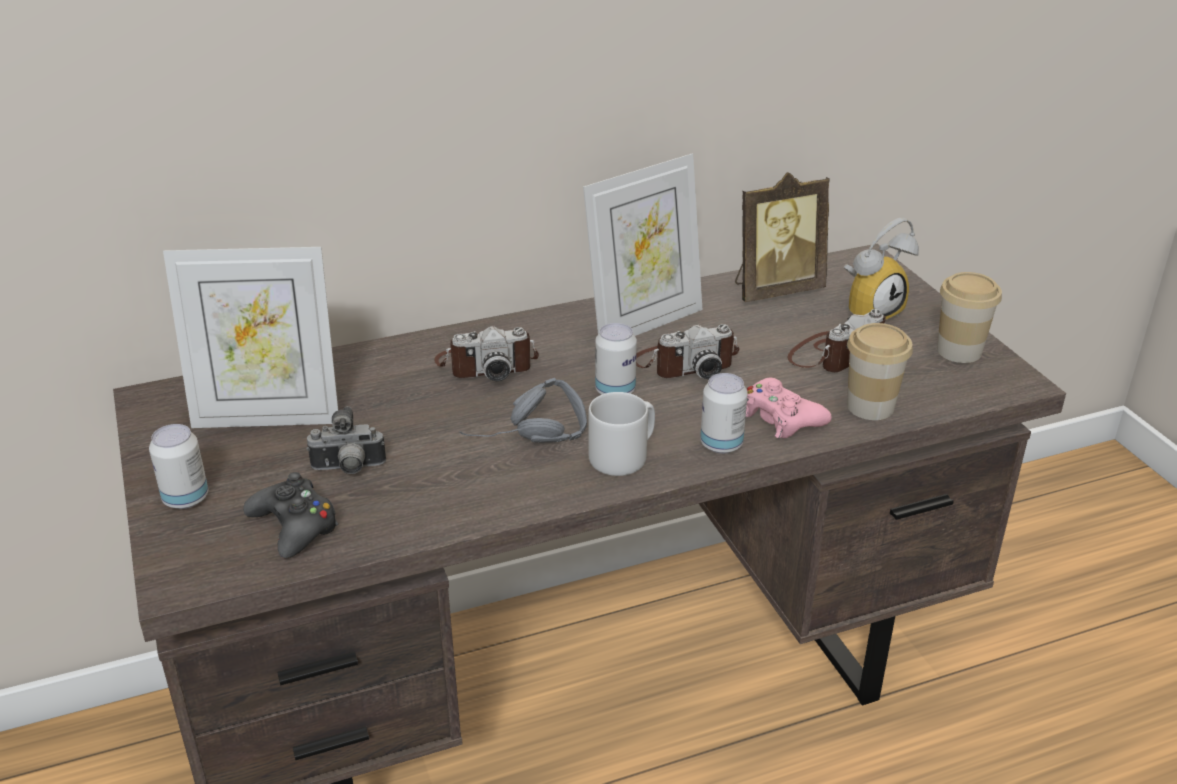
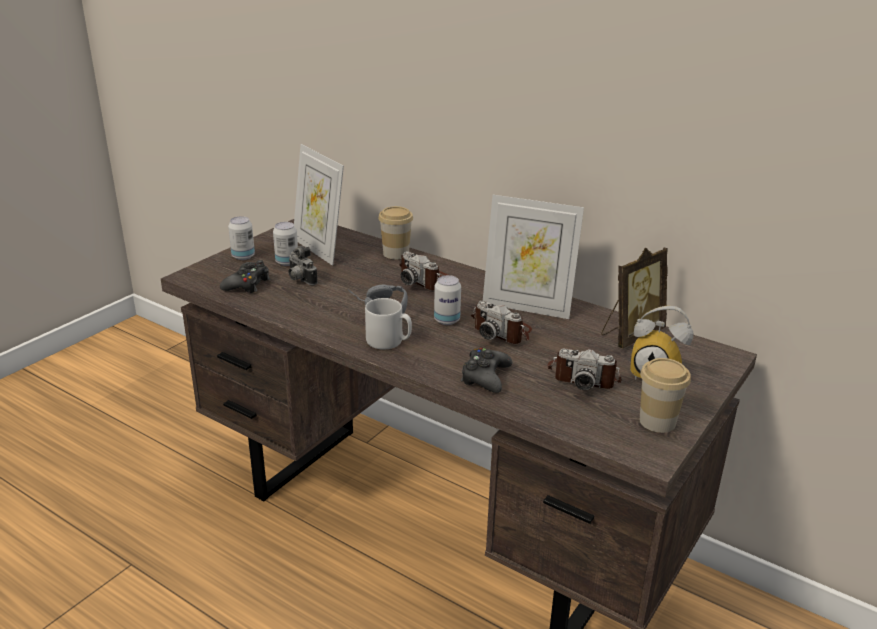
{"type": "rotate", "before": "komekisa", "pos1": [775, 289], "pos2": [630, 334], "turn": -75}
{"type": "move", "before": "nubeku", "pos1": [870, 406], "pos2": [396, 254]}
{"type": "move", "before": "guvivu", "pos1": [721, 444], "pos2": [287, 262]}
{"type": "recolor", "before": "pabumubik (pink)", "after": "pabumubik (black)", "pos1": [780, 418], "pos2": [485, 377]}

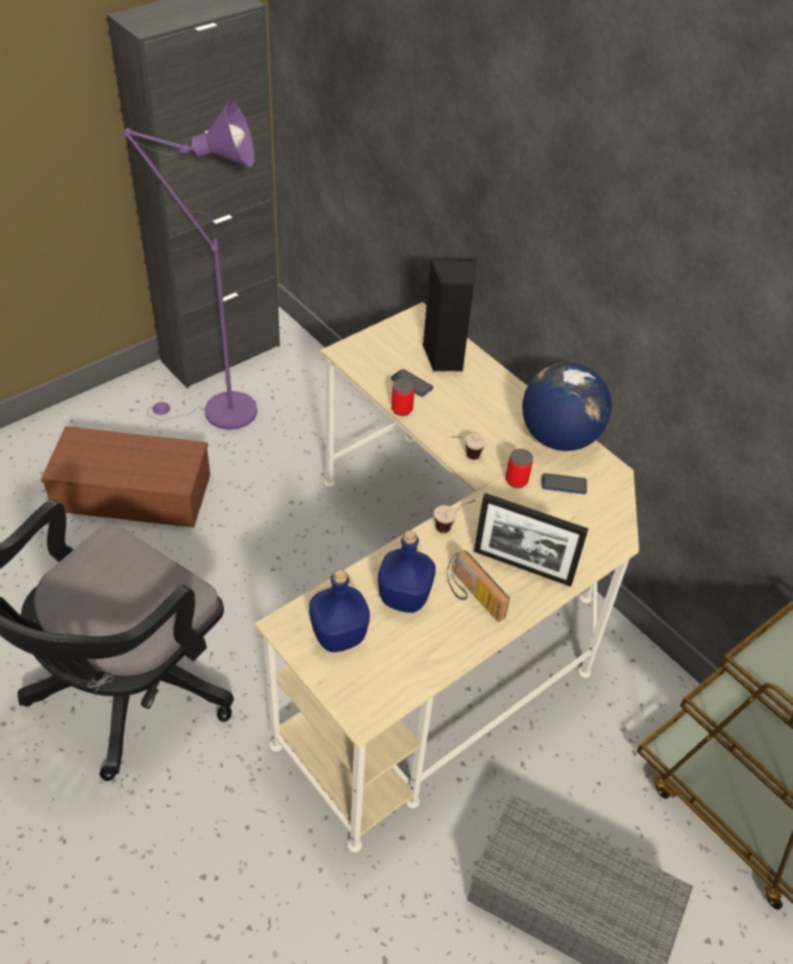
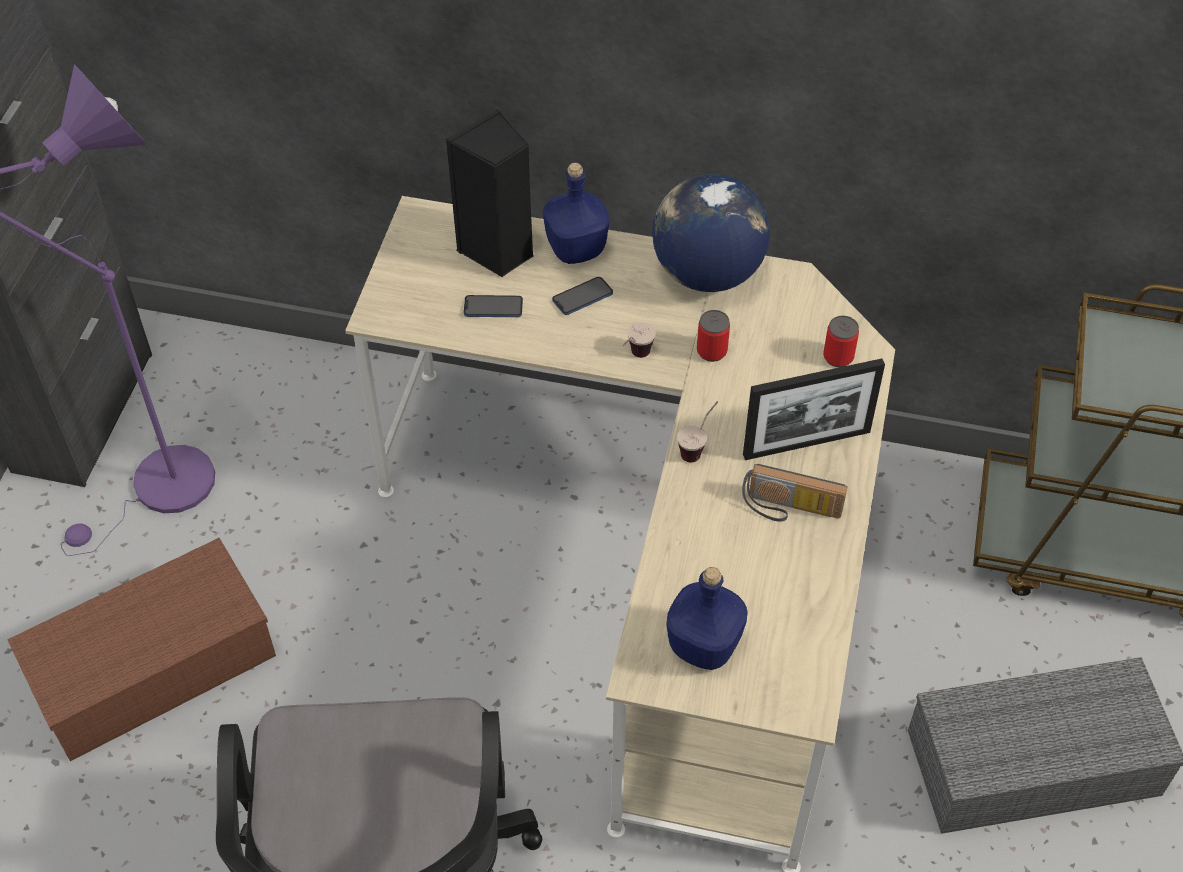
{"type": "move", "before": "guvivu", "pos1": [402, 409], "pos2": [838, 357]}
{"type": "move", "before": "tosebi", "pos1": [563, 485], "pos2": [582, 297]}
{"type": "move", "before": "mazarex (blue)", "pos1": [404, 596], "pos2": [575, 248]}

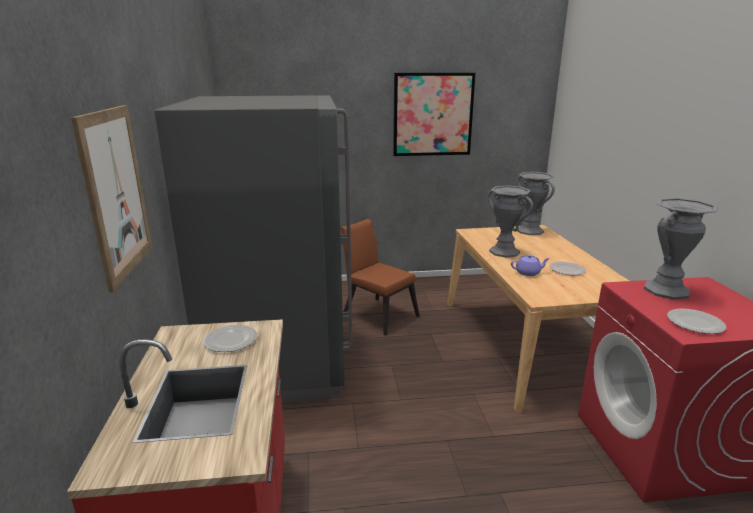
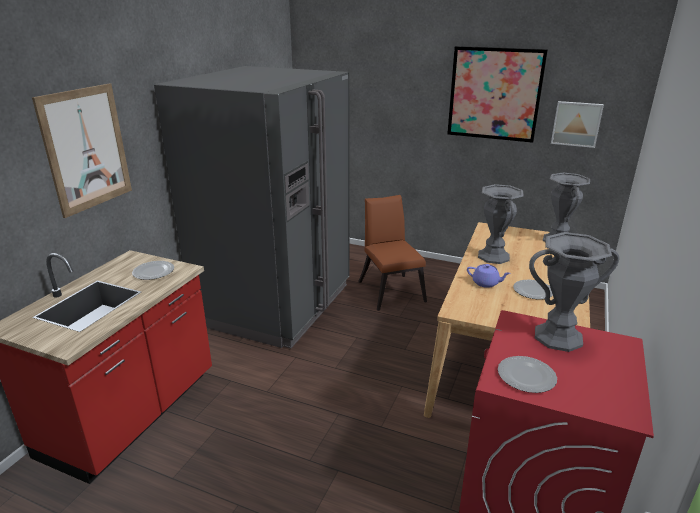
{"type": "insert", "after": "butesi", "pos2": [576, 123]}

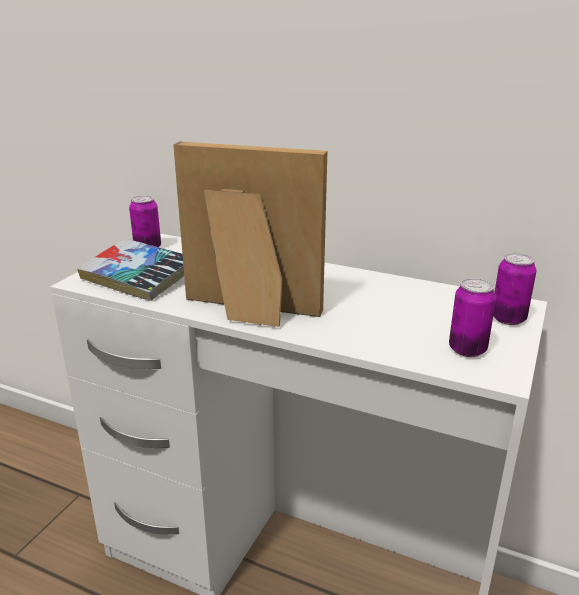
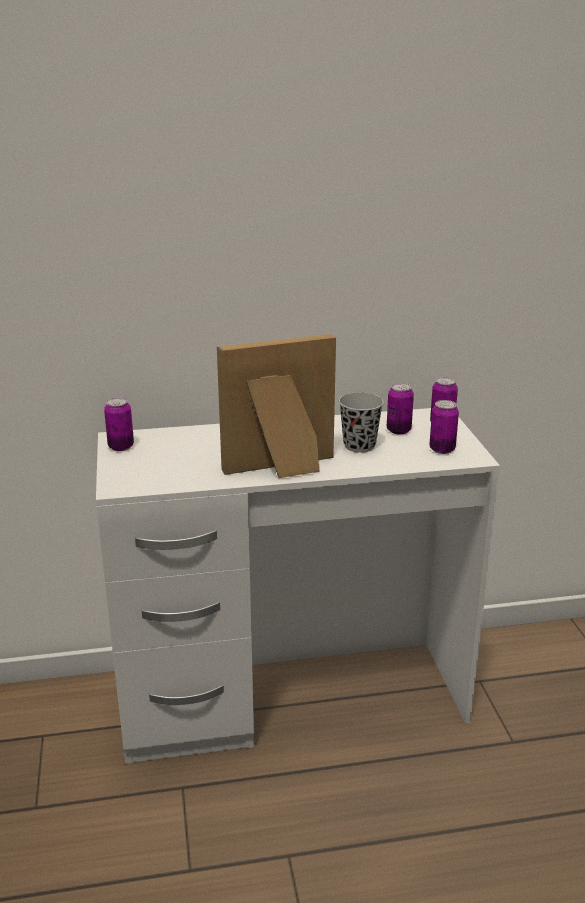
{"type": "delete", "before": "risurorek", "pos1": [138, 278]}
{"type": "insert", "after": "guvivu", "pos2": [398, 430]}
{"type": "insert", "after": "nubeku (black)", "pos2": [359, 446]}

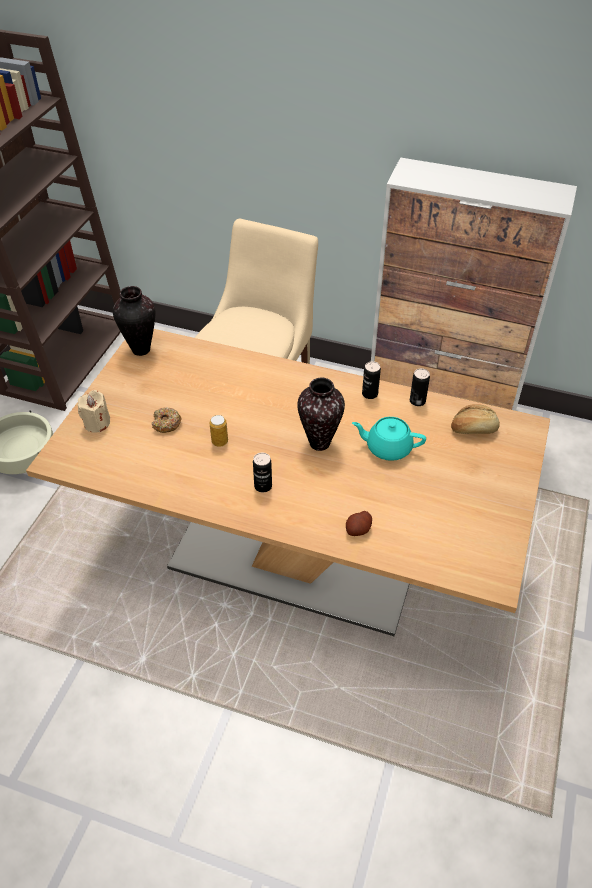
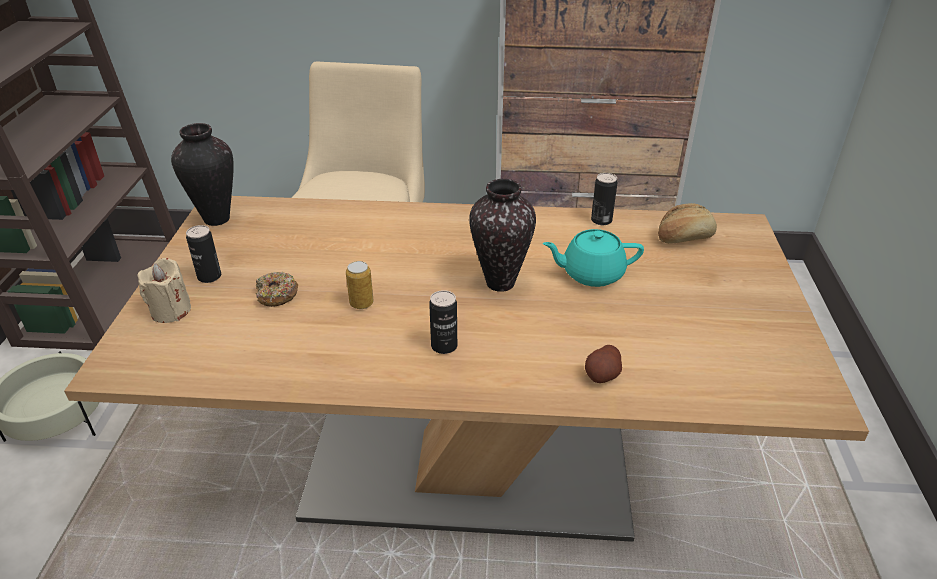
{"type": "move", "before": "guvivu", "pos1": [370, 394], "pos2": [209, 276]}

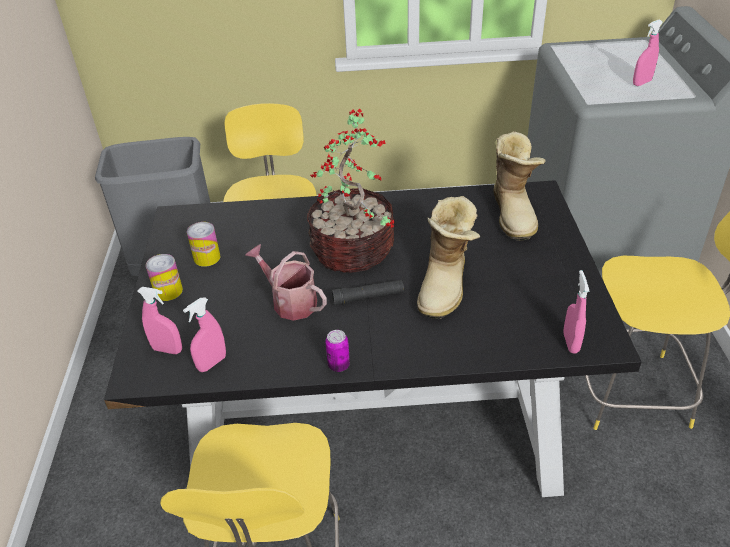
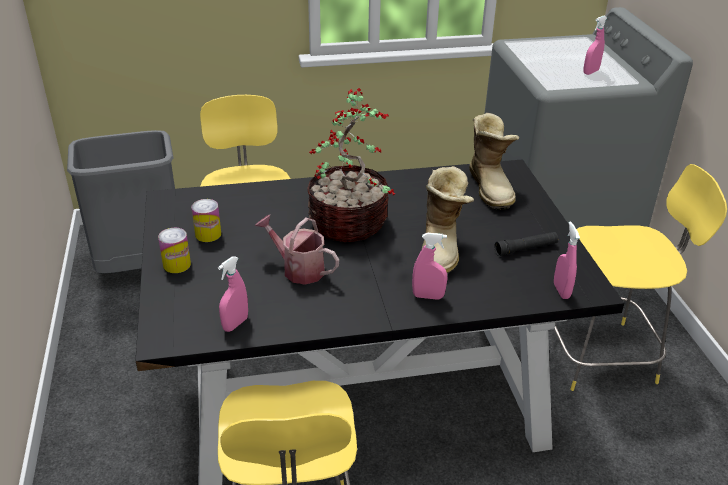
{"type": "move", "before": "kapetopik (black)", "pos1": [368, 297], "pos2": [526, 249]}
{"type": "move", "before": "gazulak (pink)", "pos1": [167, 349], "pos2": [428, 296]}
{"type": "delete", "before": "guvivu", "pos1": [339, 365]}

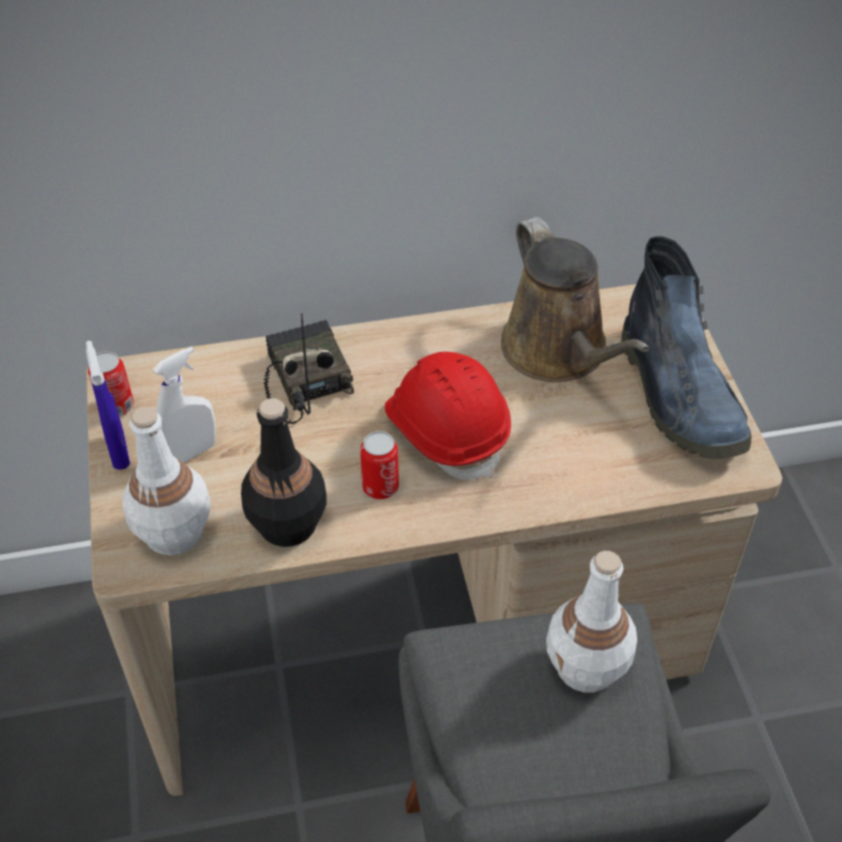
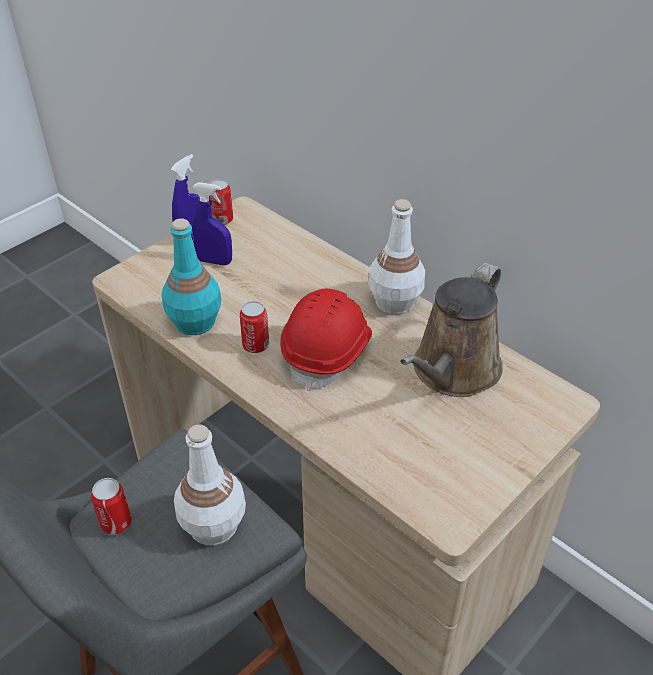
{"type": "delete", "before": "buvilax", "pos1": [681, 396]}
{"type": "delete", "before": "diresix", "pos1": [304, 380]}
{"type": "recolor", "before": "gazulak (white)", "after": "gazulak (blue)", "pos1": [192, 452], "pos2": [214, 261]}
{"type": "recolor", "before": "mazarex (black)", "after": "mazarex (turquoise)", "pos1": [286, 524], "pos2": [194, 322]}
{"type": "move", "before": "mazarex (white)", "pos1": [172, 532], "pos2": [394, 301]}
{"type": "insert", "after": "guvivu", "pos2": [116, 523]}

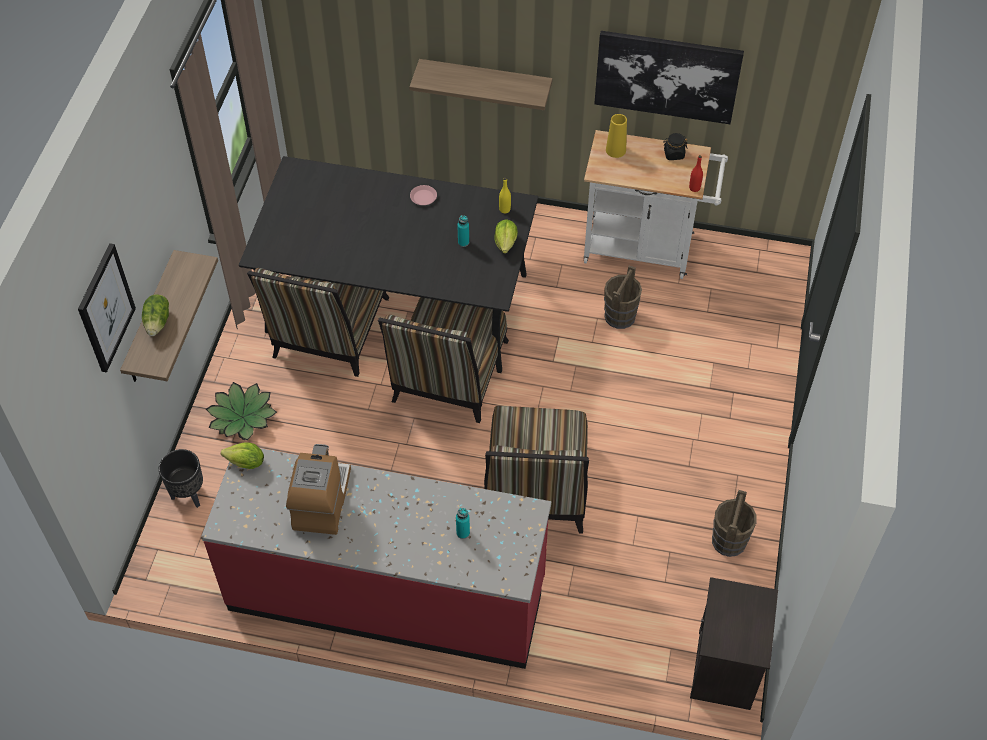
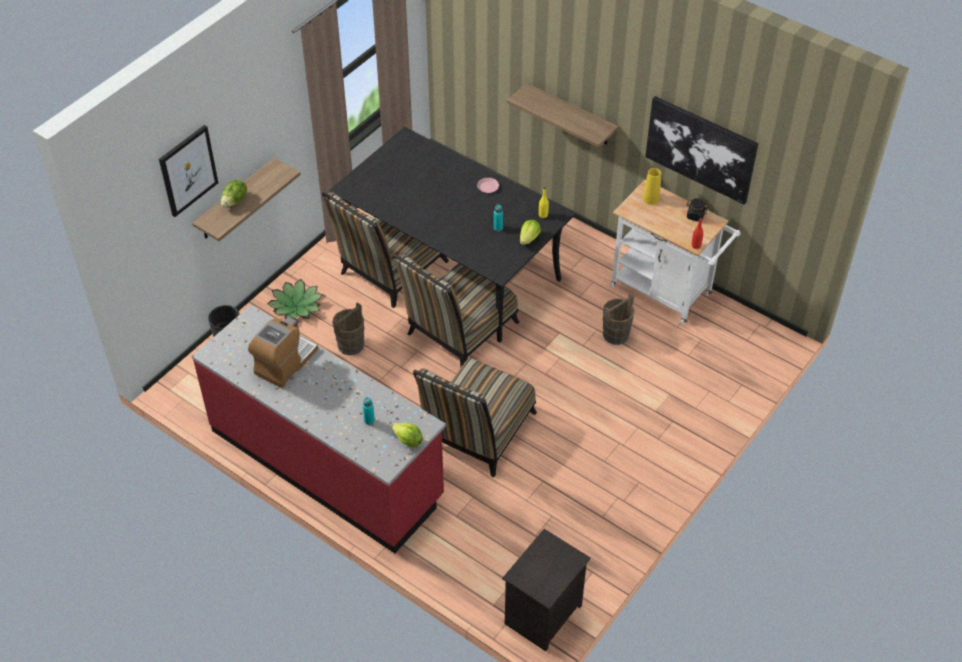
{"type": "move", "before": "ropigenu", "pos1": [246, 463], "pos2": [408, 441]}
{"type": "move", "before": "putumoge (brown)", "pos1": [729, 540], "pos2": [351, 345]}

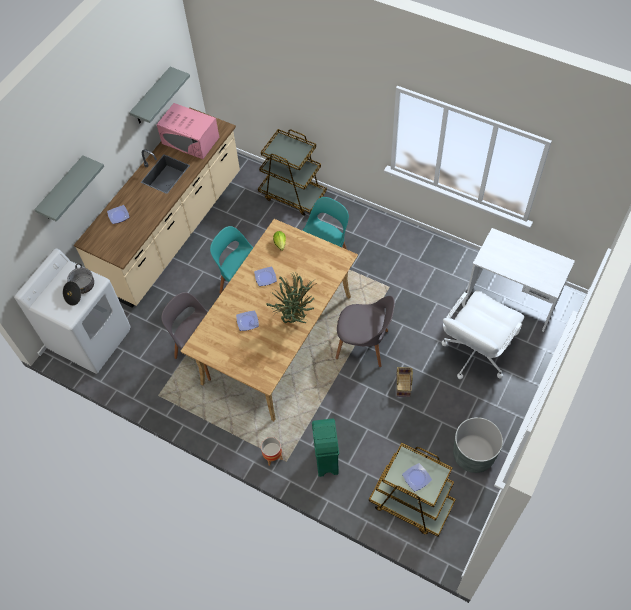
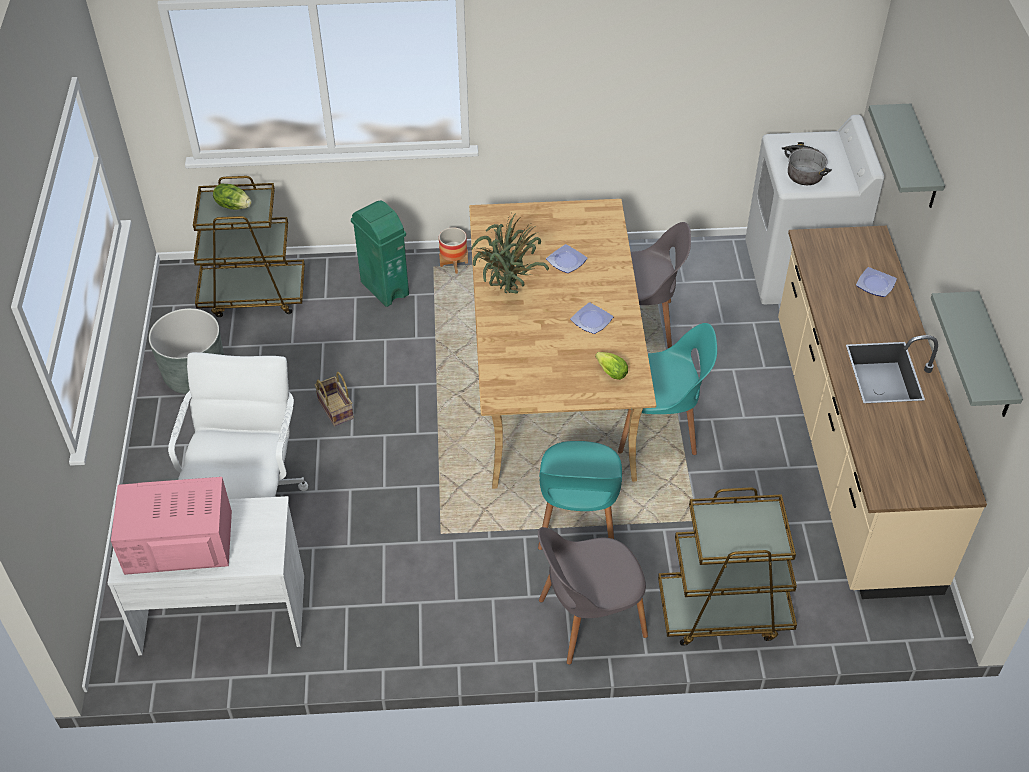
{"type": "move", "before": "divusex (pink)", "pos1": [190, 140], "pos2": [178, 542]}
{"type": "move", "before": "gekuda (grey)", "pos1": [363, 345], "pos2": [589, 619]}
{"type": "replace", "before": "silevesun", "after": "ropigenu", "pos1": [416, 478], "pos2": [233, 205]}

